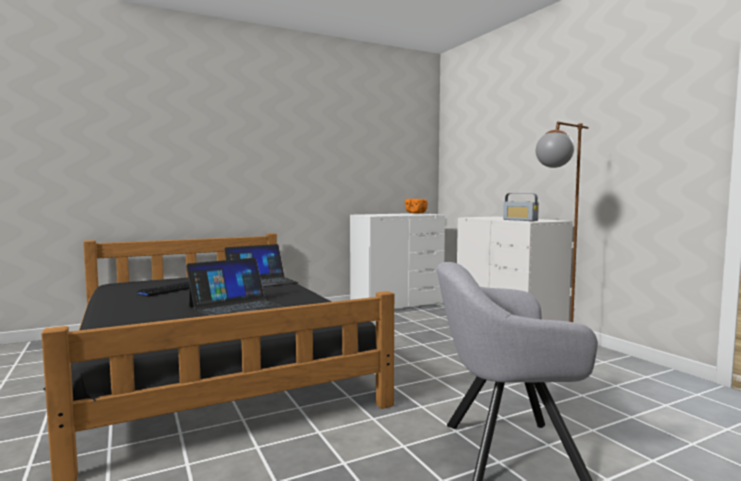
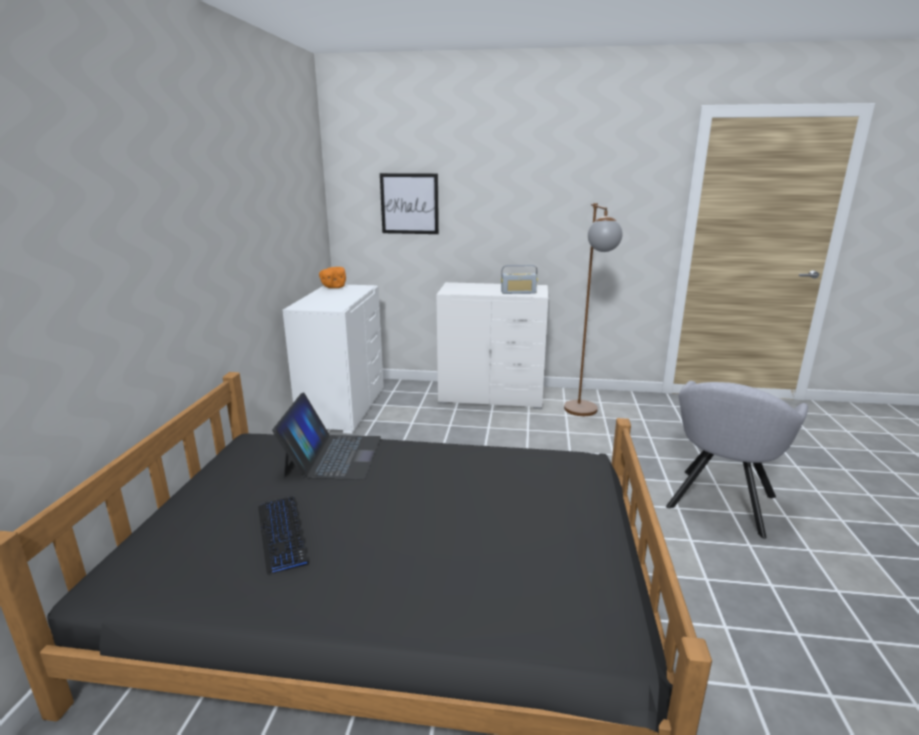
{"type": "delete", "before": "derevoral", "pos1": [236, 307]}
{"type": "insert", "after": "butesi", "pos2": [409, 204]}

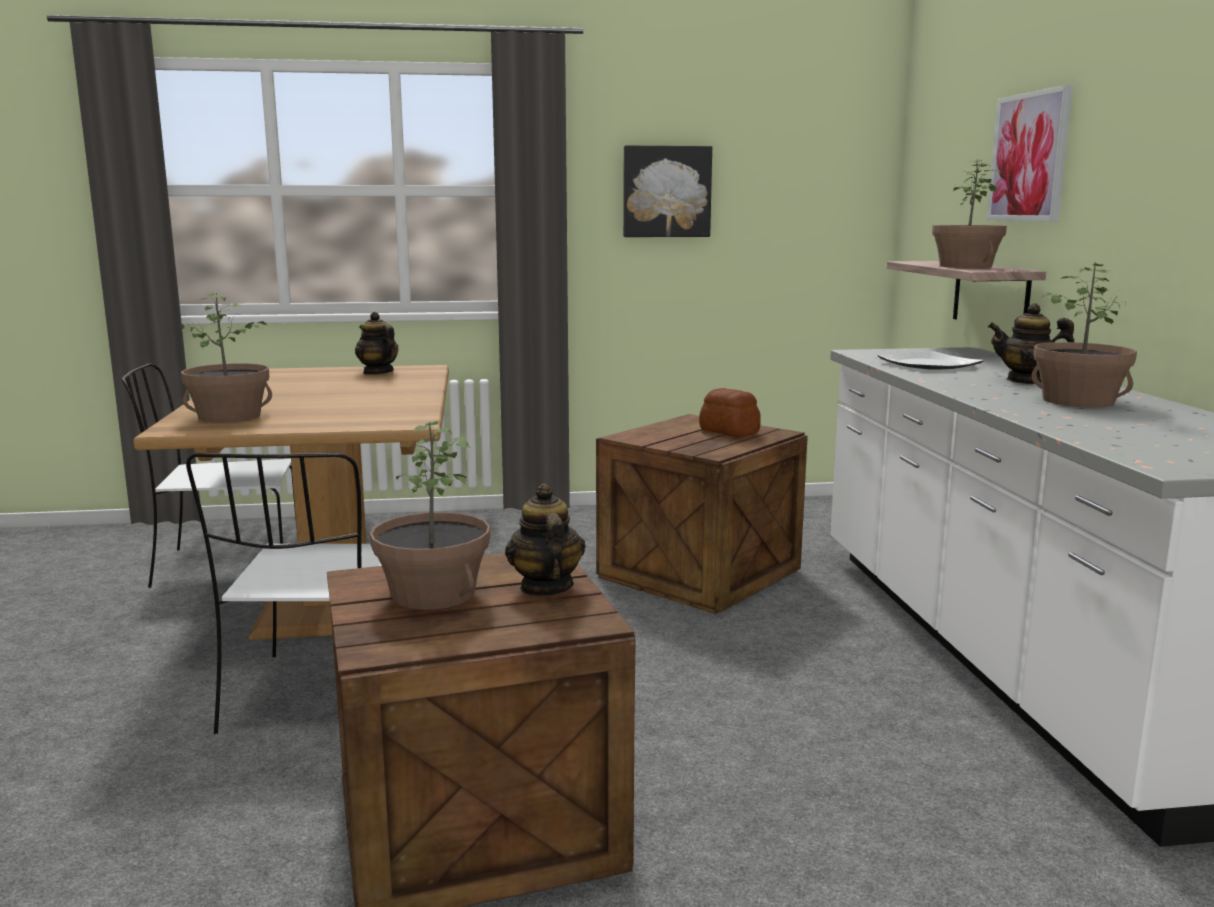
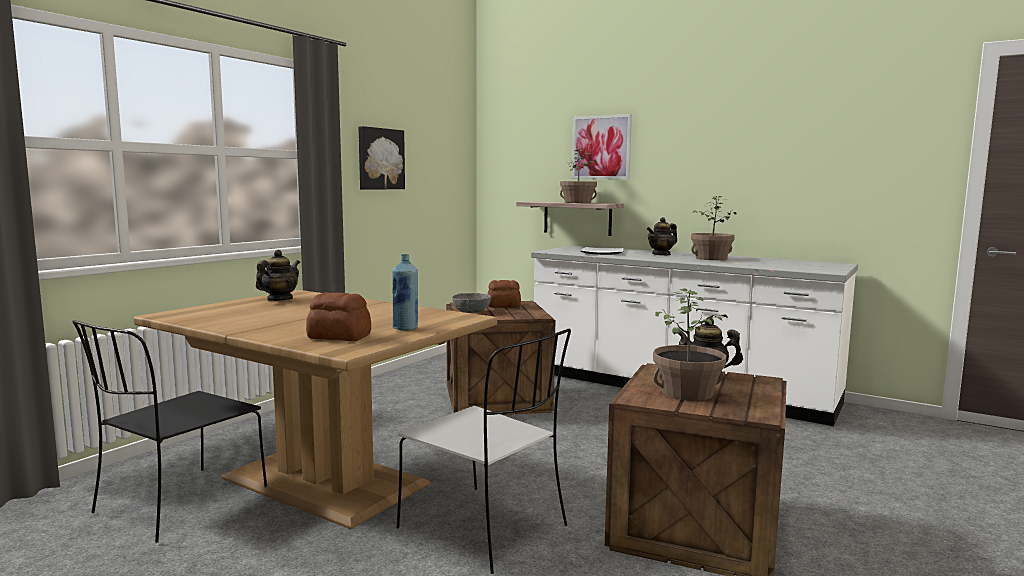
{"type": "replace", "before": "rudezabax", "after": "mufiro", "pos1": [229, 416], "pos2": [339, 337]}
{"type": "rotate", "before": "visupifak", "pos1": [378, 372], "pos2": [279, 299], "turn": 120}
{"type": "recolor", "before": "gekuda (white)", "after": "gekuda (black)", "pos1": [224, 566], "pos2": [178, 505]}
{"type": "insert", "after": "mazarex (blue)", "pos2": [405, 328]}
{"type": "insert", "after": "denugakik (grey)", "pos2": [471, 311]}

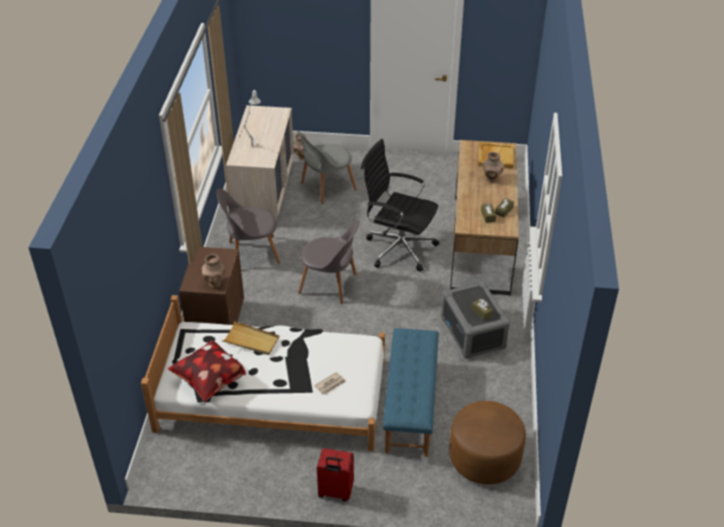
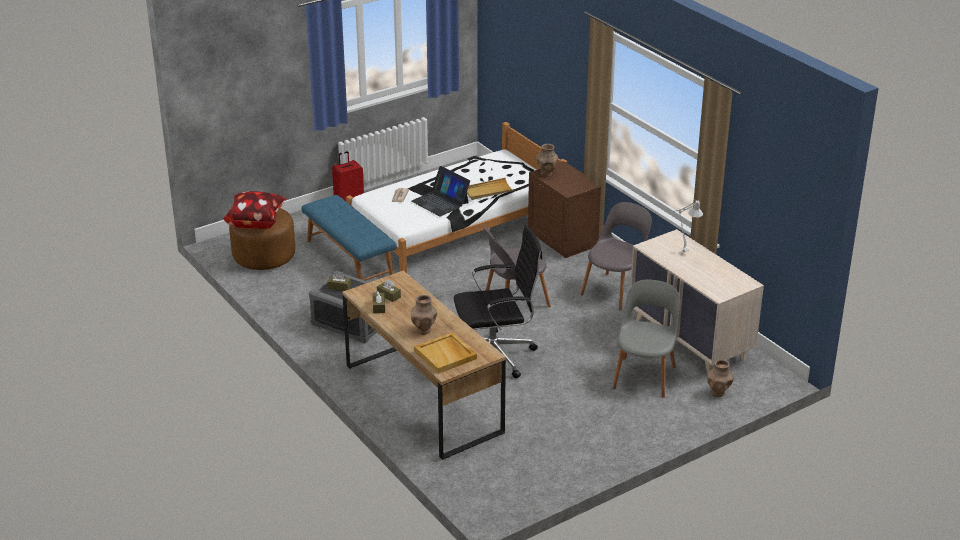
{"type": "move", "before": "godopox", "pos1": [209, 382], "pos2": [255, 222]}
{"type": "insert", "after": "derevoral", "pos2": [440, 202]}

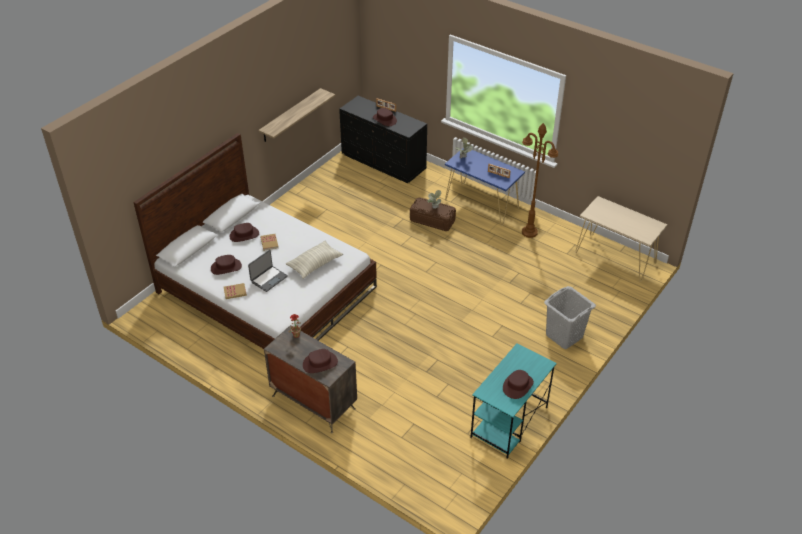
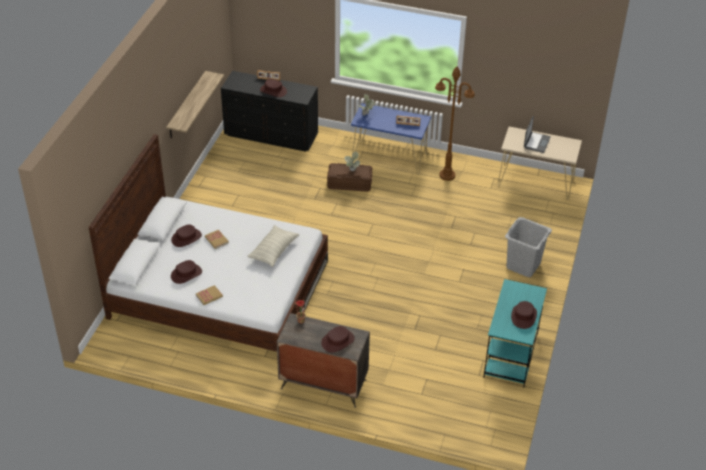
{"type": "move", "before": "derevoral", "pos1": [268, 279], "pos2": [536, 142]}

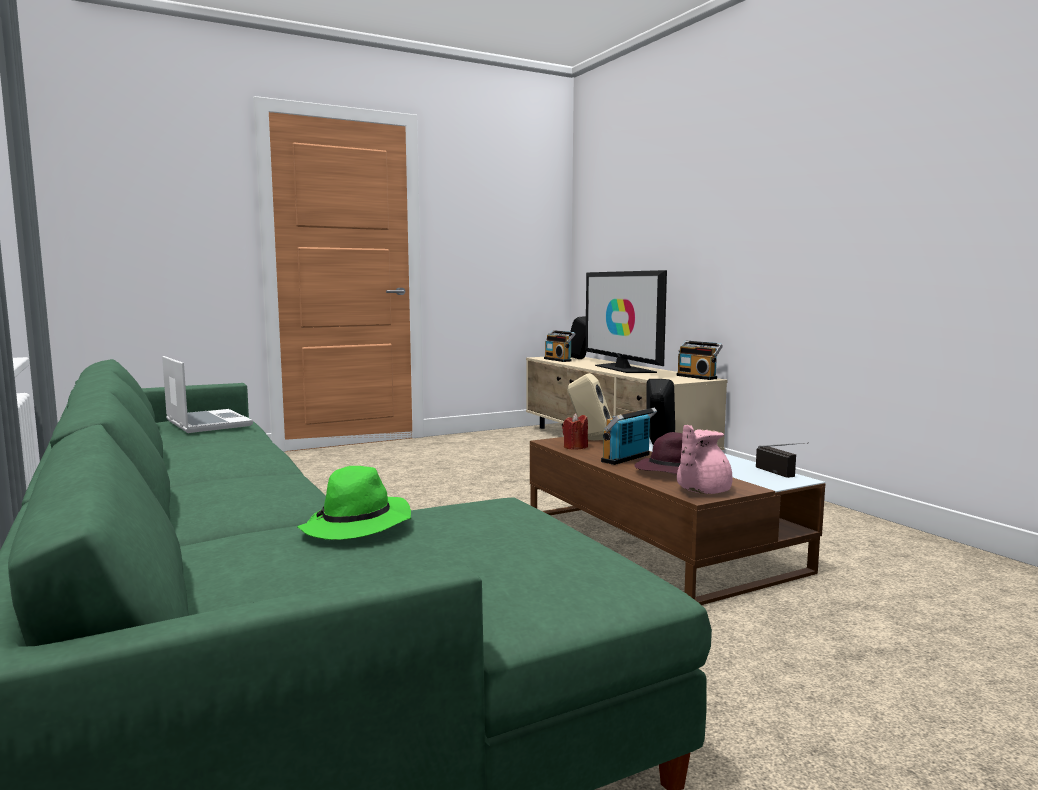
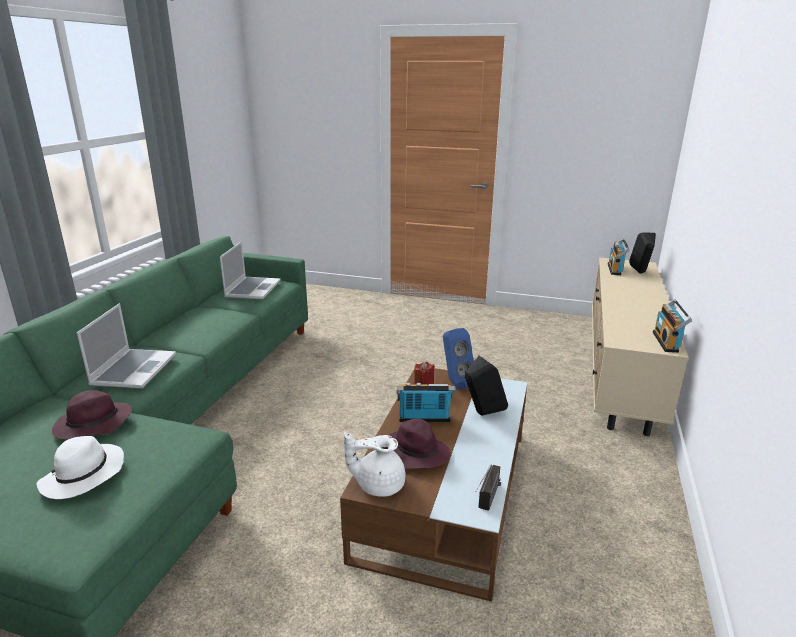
{"type": "delete", "before": "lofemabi", "pos1": [622, 368]}
{"type": "recolor", "before": "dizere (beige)", "after": "dizere (blue)", "pos1": [590, 440], "pos2": [455, 382]}
{"type": "recolor", "before": "visupifak (pink)", "after": "visupifak (white)", "pos1": [701, 491], "pos2": [378, 484]}
{"type": "recolor", "before": "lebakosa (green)", "after": "lebakosa (purple)", "pos1": [357, 527], "pos2": [92, 425]}
{"type": "insert", "after": "derevoral", "pos2": [134, 369]}
{"type": "insert", "after": "lebakosa (white)", "pos2": [83, 476]}

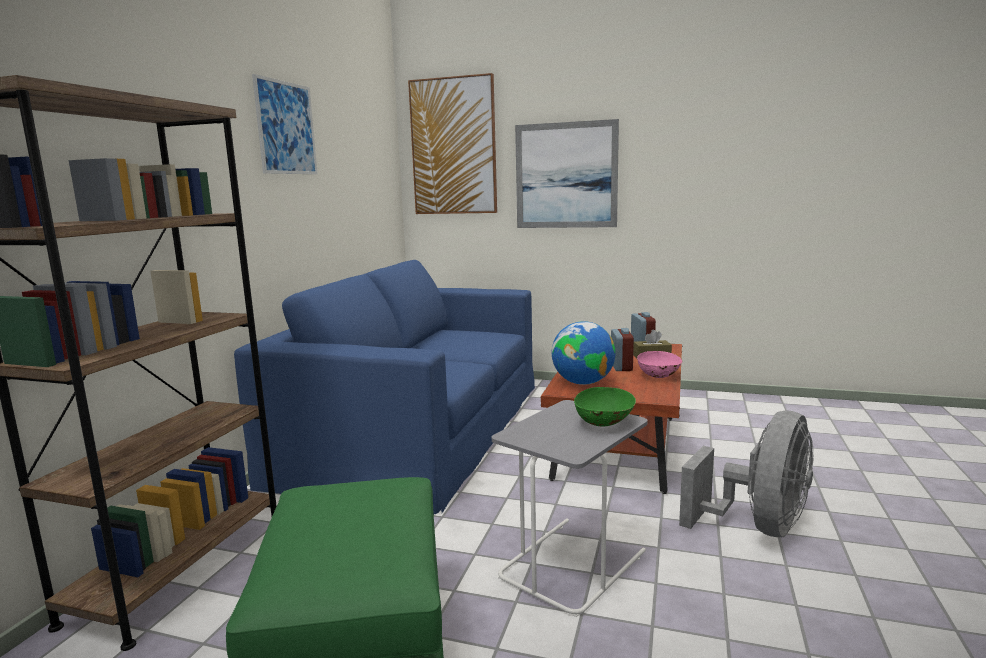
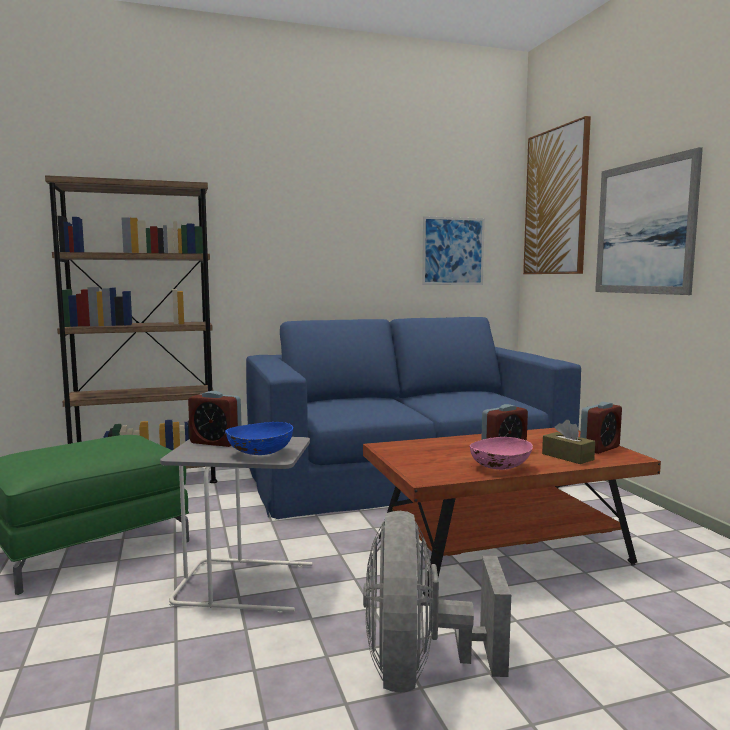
{"type": "move", "before": "butesi", "pos1": [286, 128], "pos2": [453, 251]}
{"type": "delete", "before": "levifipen", "pos1": [582, 382]}
{"type": "recolor", "before": "denugakik (green)", "after": "denugakik (blue)", "pos1": [604, 423], "pos2": [260, 454]}
{"type": "rotate", "before": "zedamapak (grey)", "pos1": [758, 526], "pos2": [420, 671], "turn": 90}
{"type": "insert", "after": "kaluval", "pos2": [216, 442]}

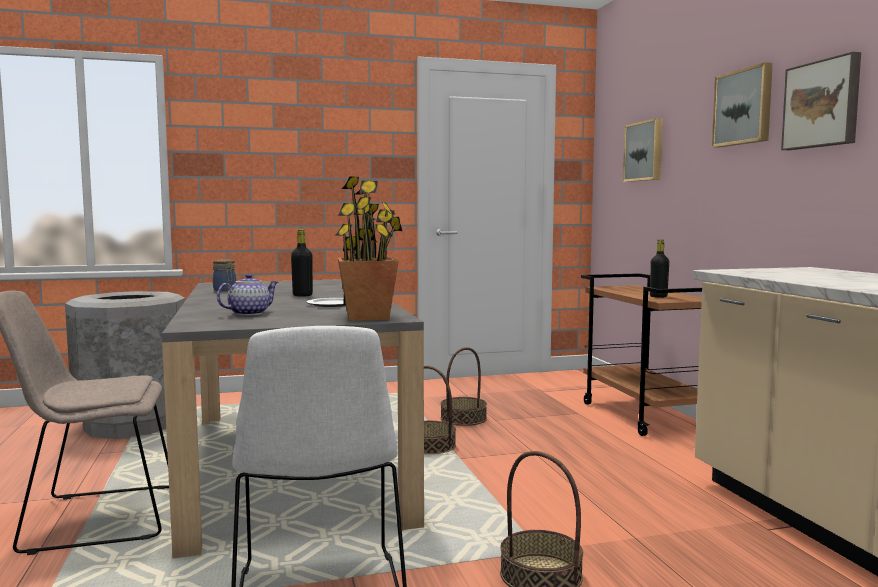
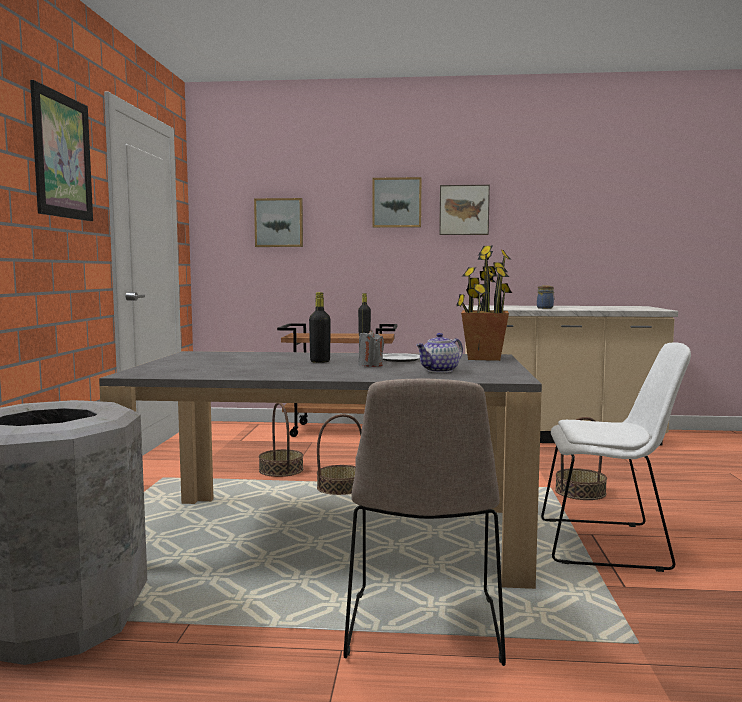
{"type": "move", "before": "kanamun", "pos1": [225, 290], "pos2": [545, 308]}
{"type": "rotate", "before": "visupifak", "pos1": [249, 313], "pos2": [440, 371], "turn": -105}
{"type": "insert", "after": "butesi", "pos2": [62, 156]}
{"type": "insert", "after": "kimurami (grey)", "pos2": [370, 365]}

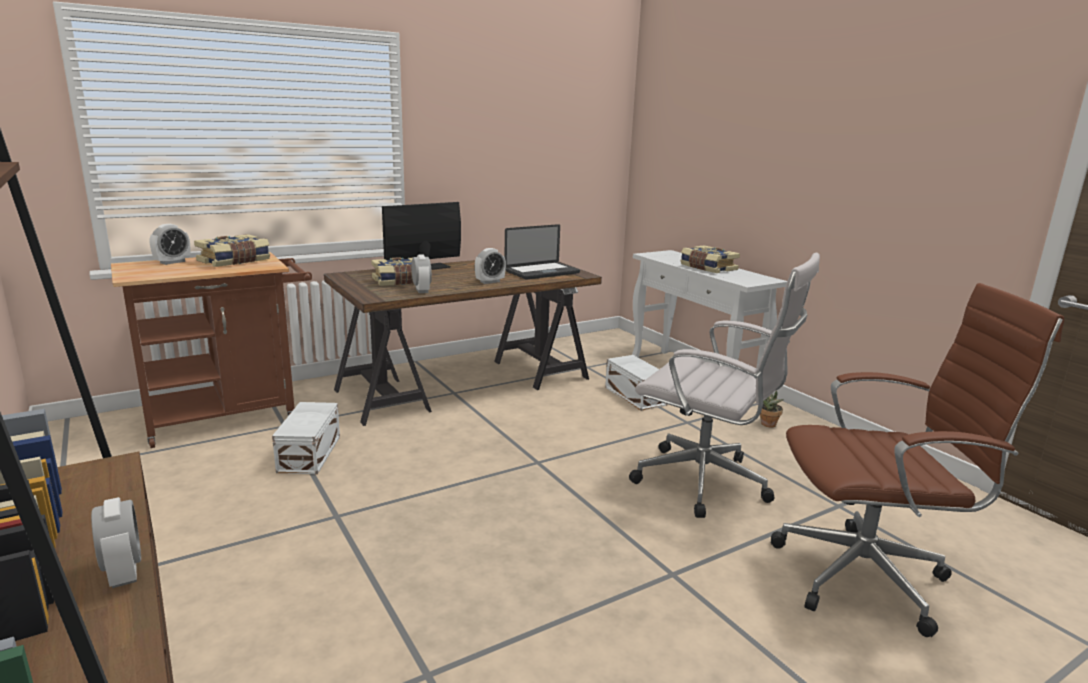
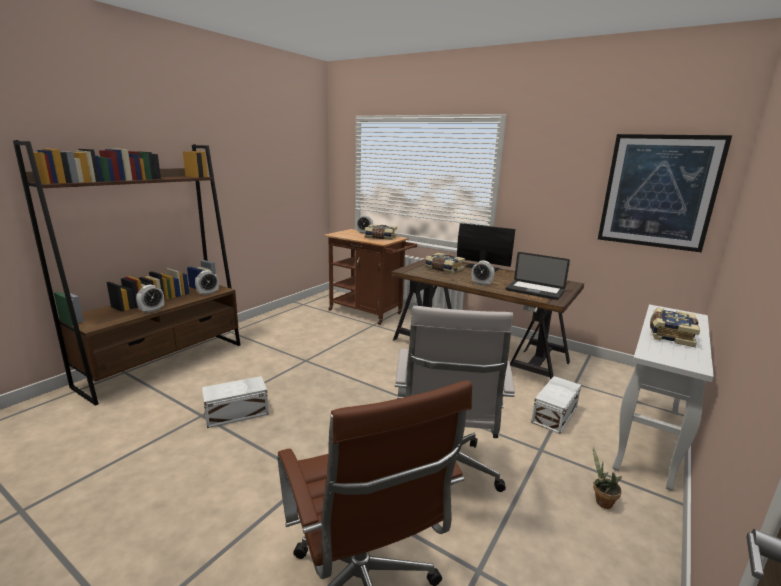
{"type": "move", "before": "kaluval", "pos1": [421, 290], "pos2": [208, 293]}
{"type": "move", "before": "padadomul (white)", "pos1": [311, 453], "pos2": [237, 413]}
{"type": "insert", "after": "butesi", "pos2": [658, 192]}

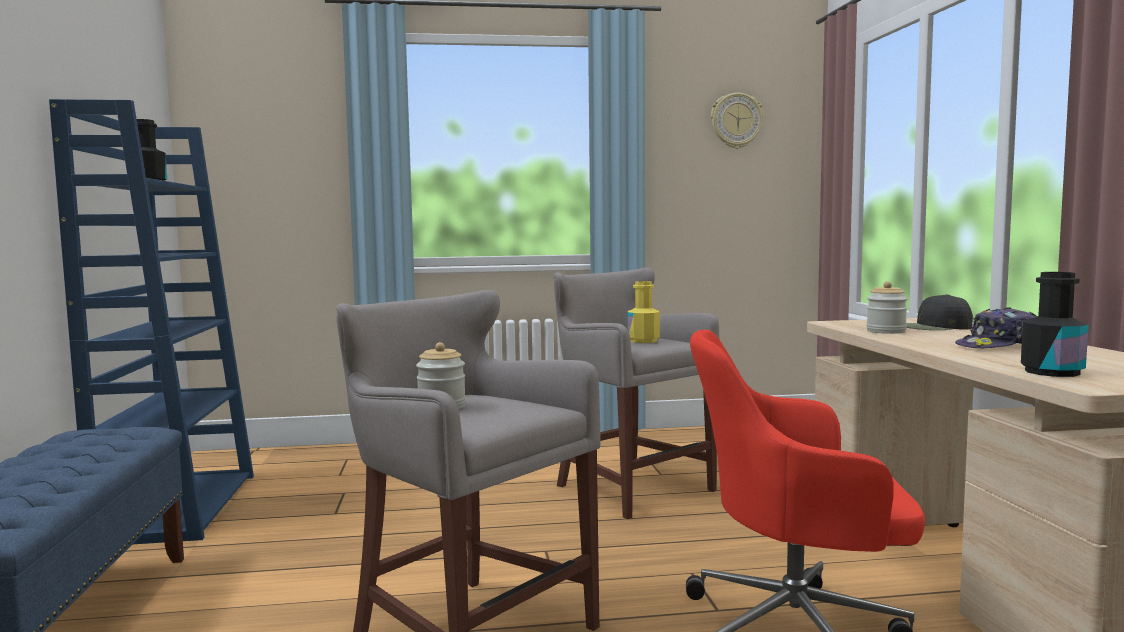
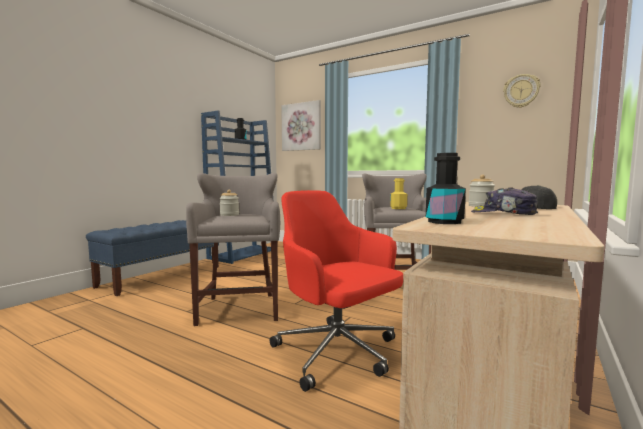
{"type": "insert", "after": "butesi", "pos2": [301, 126]}

